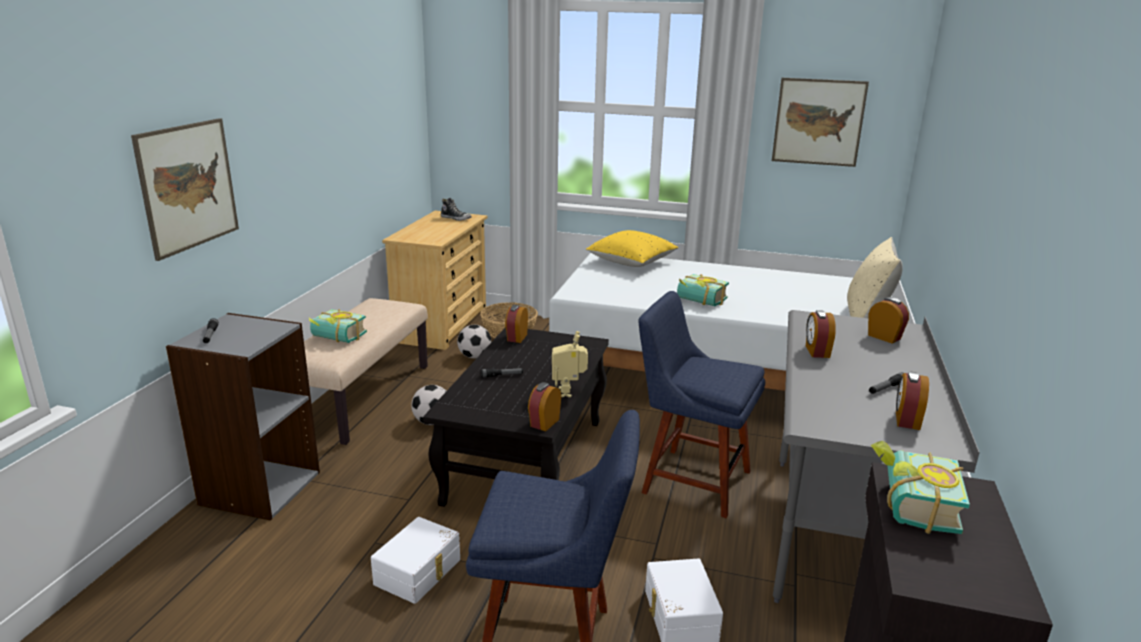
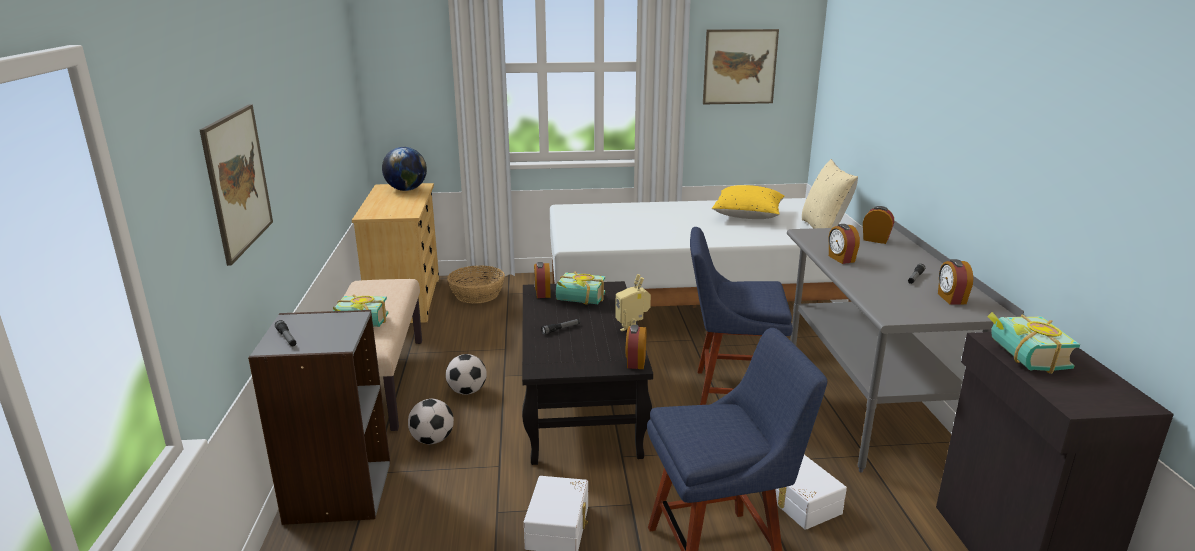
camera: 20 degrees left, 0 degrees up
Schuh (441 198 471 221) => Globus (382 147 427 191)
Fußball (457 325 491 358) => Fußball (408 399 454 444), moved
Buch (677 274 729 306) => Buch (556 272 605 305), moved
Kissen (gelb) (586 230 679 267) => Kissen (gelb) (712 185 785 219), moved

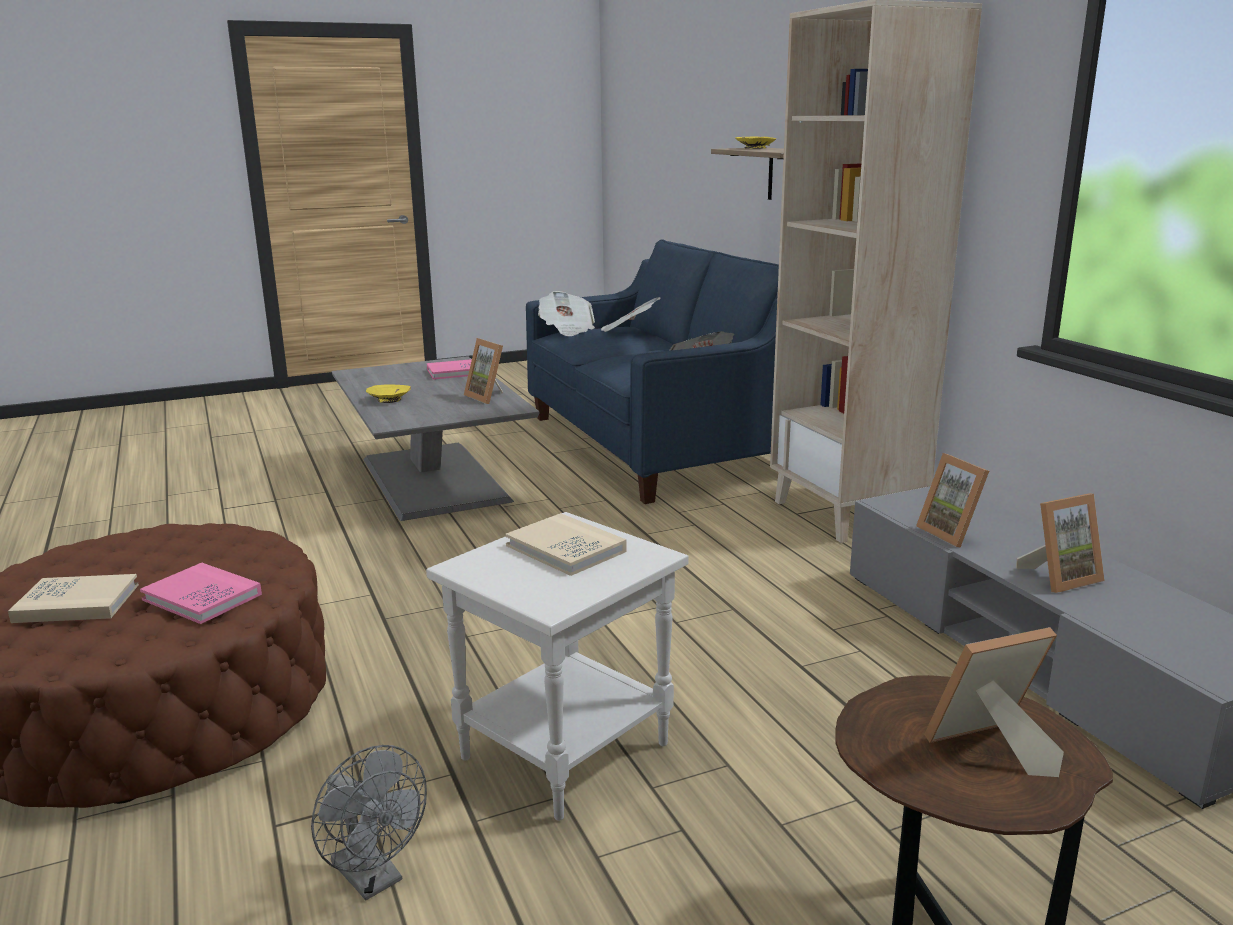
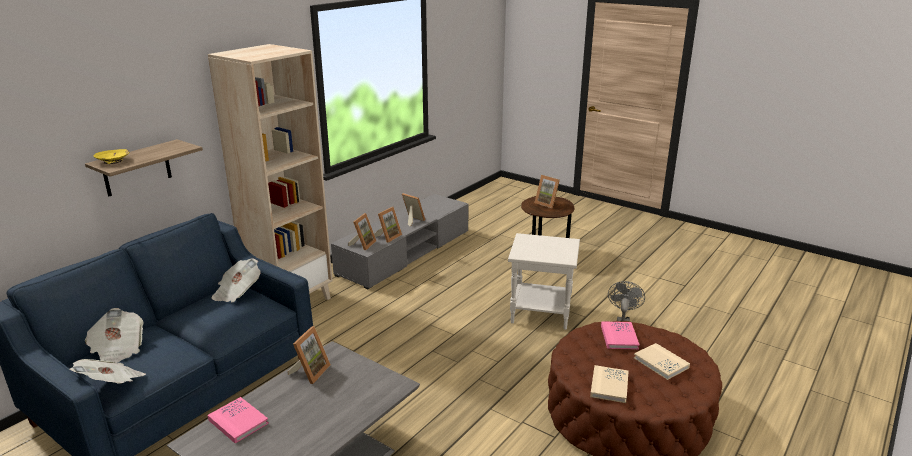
camera: 120 degrees left, 5 degrees up
nothing => Bilderrahmen (348 213 376 250)
Buch (beige) (505 513 627 576) => Buch (beige) (590 365 629 403), moved
Schüssel (gelb) (366 384 411 403) => nothing

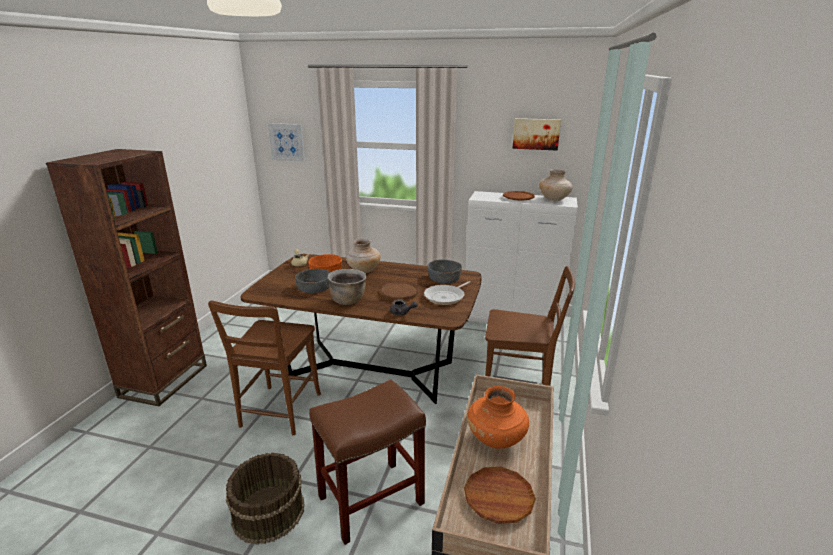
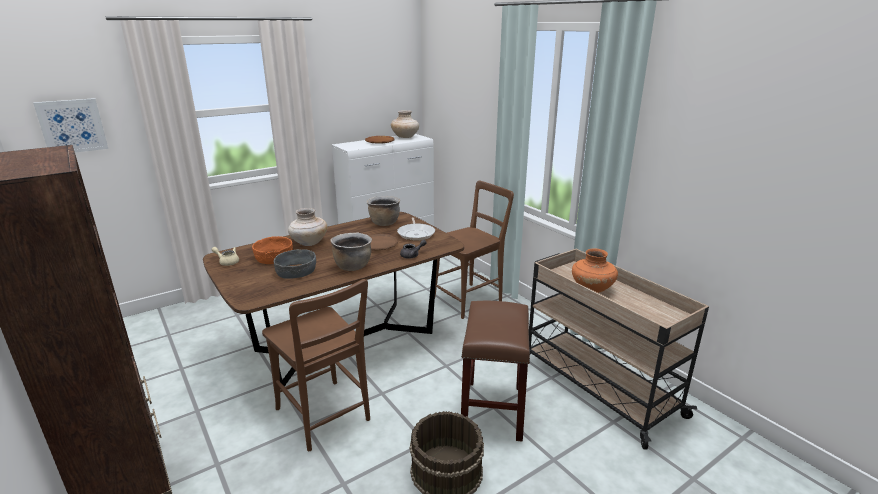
camera: 50 degrees left, 0 degrees up
Schüssel (grau) (427 260 462 283) => Kochtopf (braun) (366 196 400 226)
Teller (braun) (464 467 536 524) => nothing
Bild (512 118 561 151) => nothing

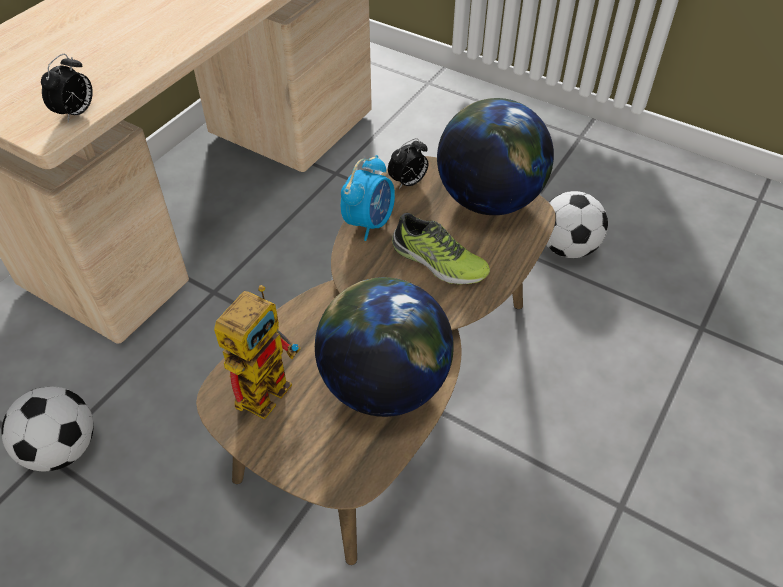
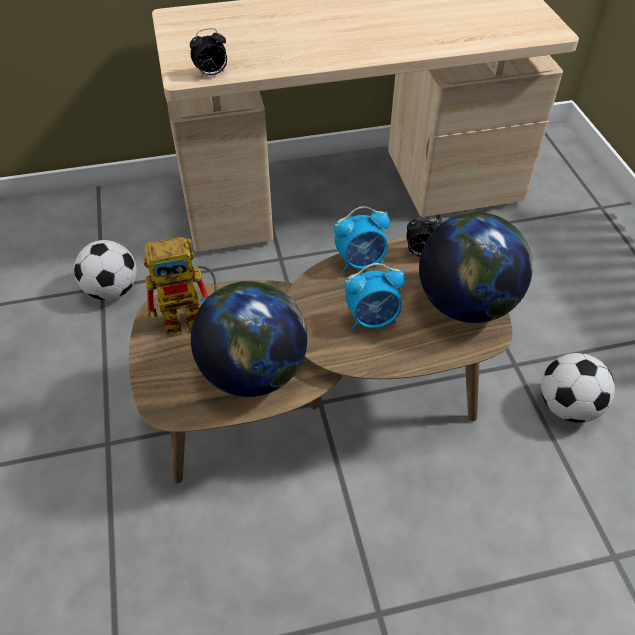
camera: 45 degrees right, 0 degrees up
Schuh (392 213 490 285) => Wecker (344 263 405 330)

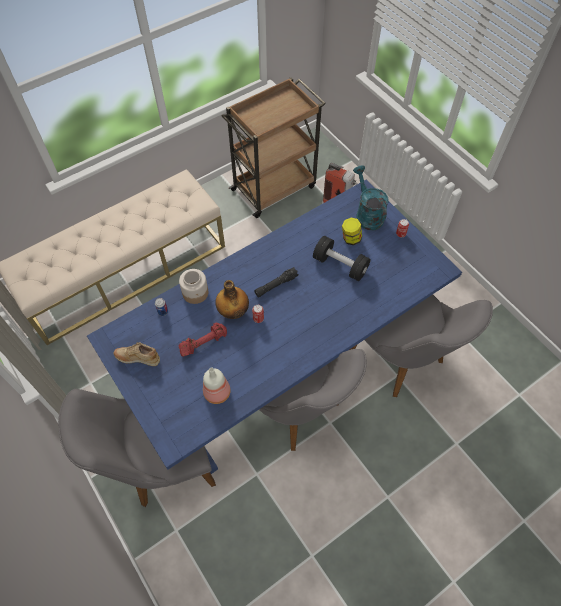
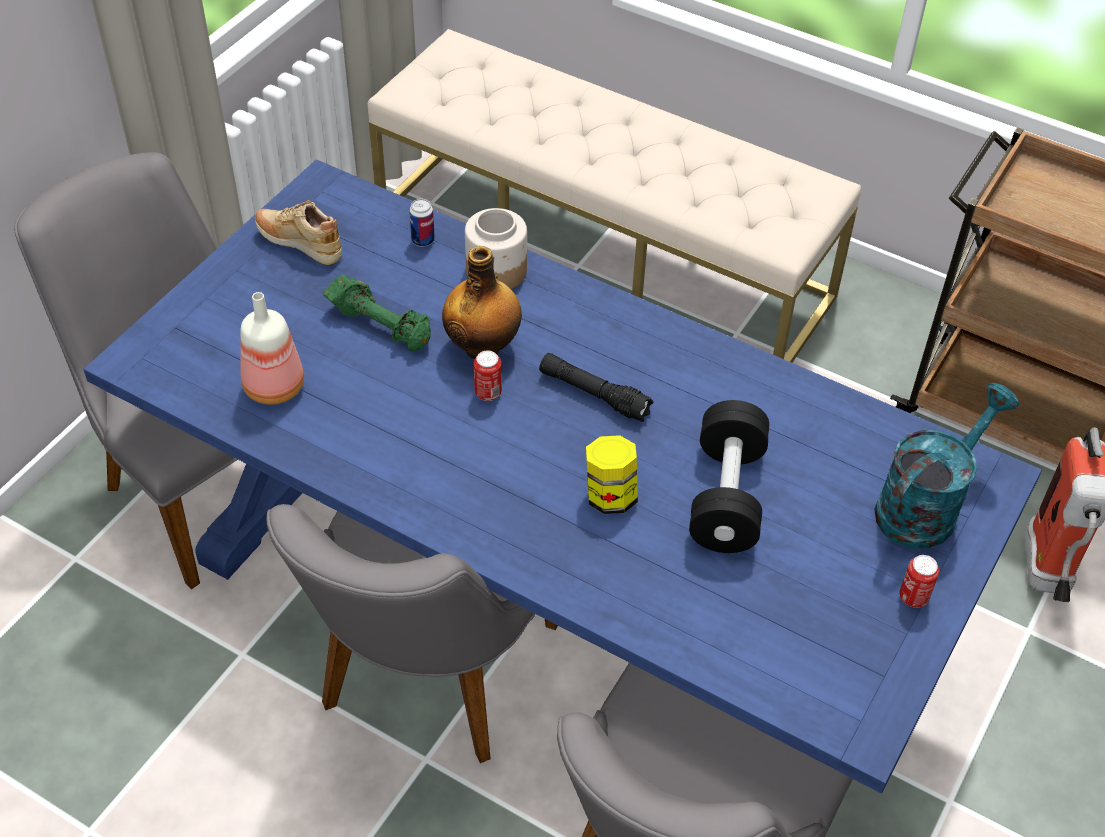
camera: 65 degrees right, 10 degrees down
Schuh (beige) (113 342 160 366) => Schuh (beige) (255 200 342 265), 45 degrees counterclockwise
Hantel (rot) (178 322 227 356) => Hantel (grün) (323 274 431 352)
Vorratsglas (342 218 362 245) => Vorratsglas (586 435 638 514), moved

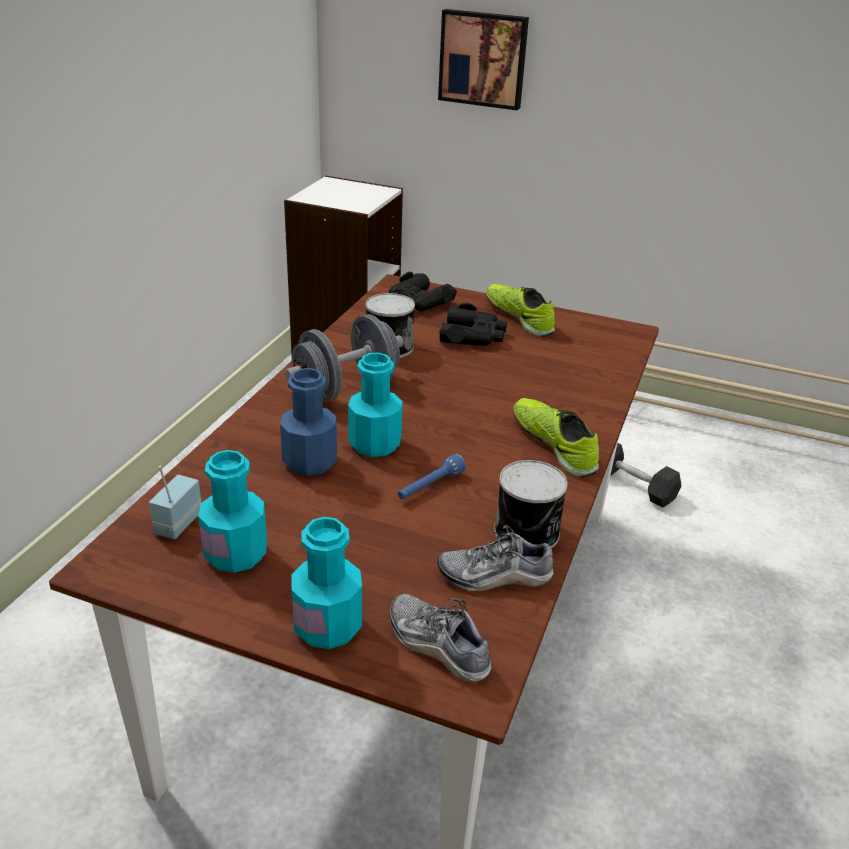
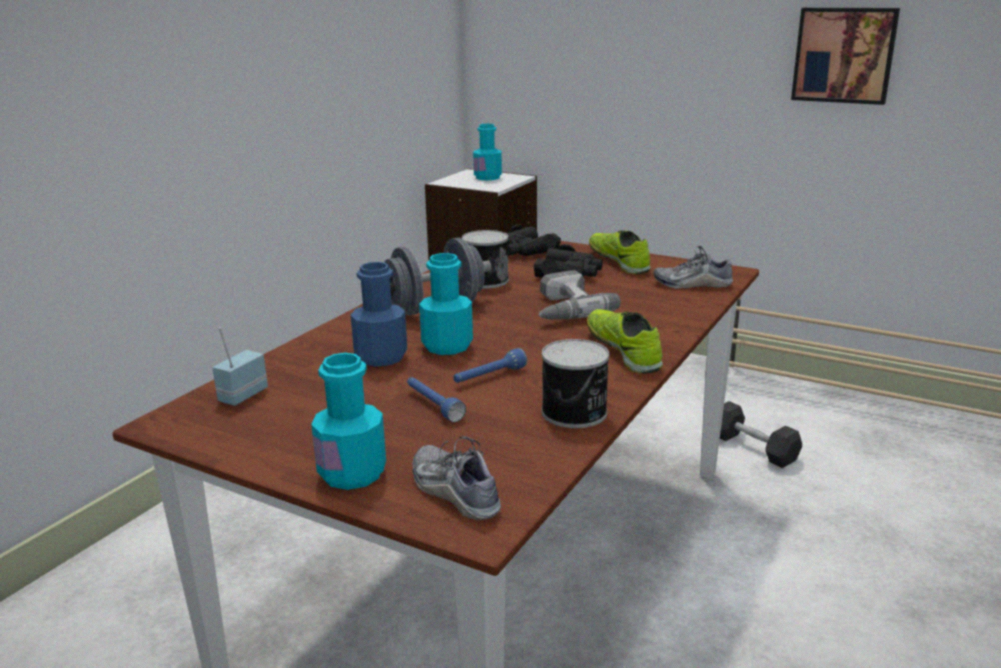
camera: 10 degrees right, 10 degrees down
nothing => Taschenlampe (blau) (407 377 466 422)
Flasche (türkis) (198 450 267 573) => Flasche (türkis) (473 124 502 181), moved
nothing => Bohrmaschine (538 270 621 320)
Schuh (437 525 554 592) => Schuh (653 246 733 289), moved
Bild (438 9 529 110) => Bild (791 8 900 105), moved

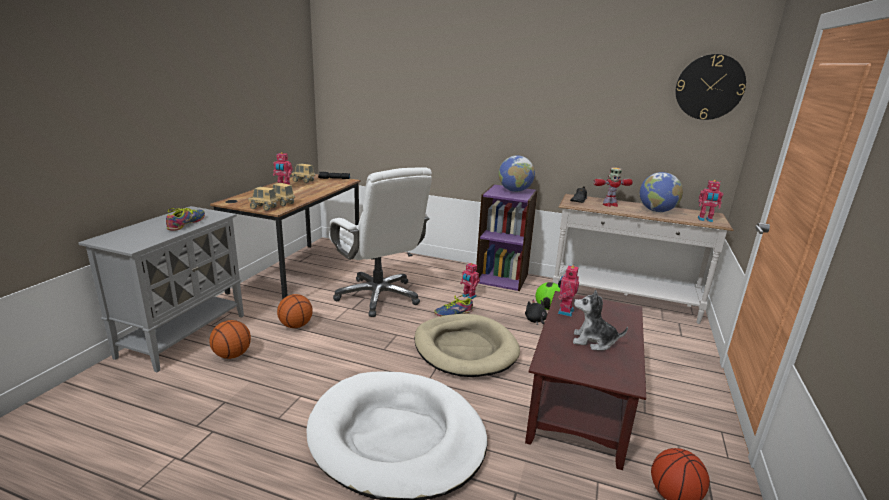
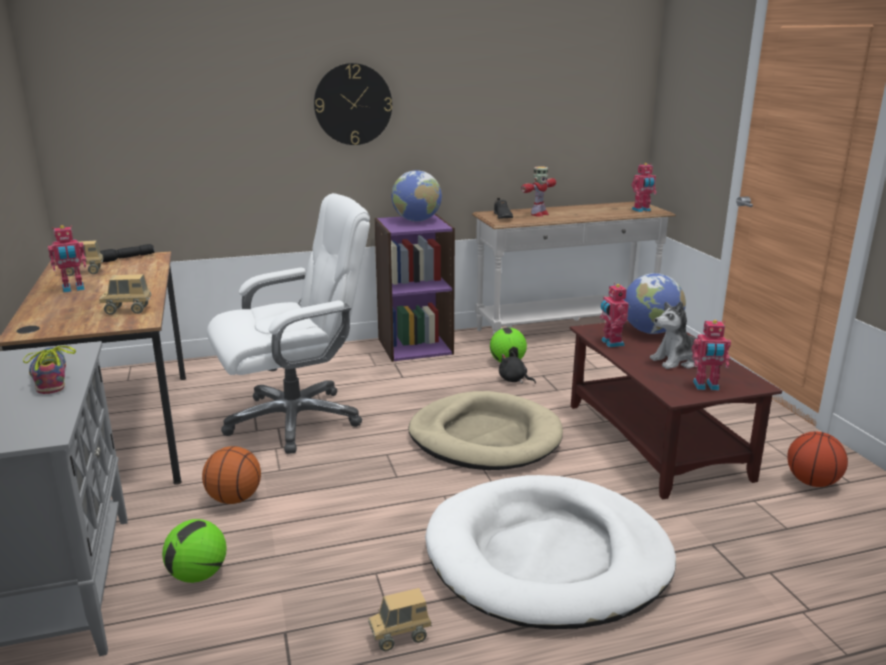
camera: 35 degrees left, 0 degrees up
Basketball (209 320 251 359) => Fußball (162 519 227 583)
Bürostuhl (weiß) (329 167 432 317) => Bürostuhl (weiß) (207 193 370 454), 45 degrees counterclockwise
Wanduhr (676 54 746 120) => Wanduhr (314 63 392 145), moved
Spielzeuglaster (248 187 278 211) => Spielzeuglaster (368 588 432 651), moved
Globus (640 172 683 212) => Globus (623 273 686 334), moved
Spielzeugroboter (460 263 480 299) => Spielzeugroboter (692 320 731 390), moved
Schuh (434 294 473 316) => nothing

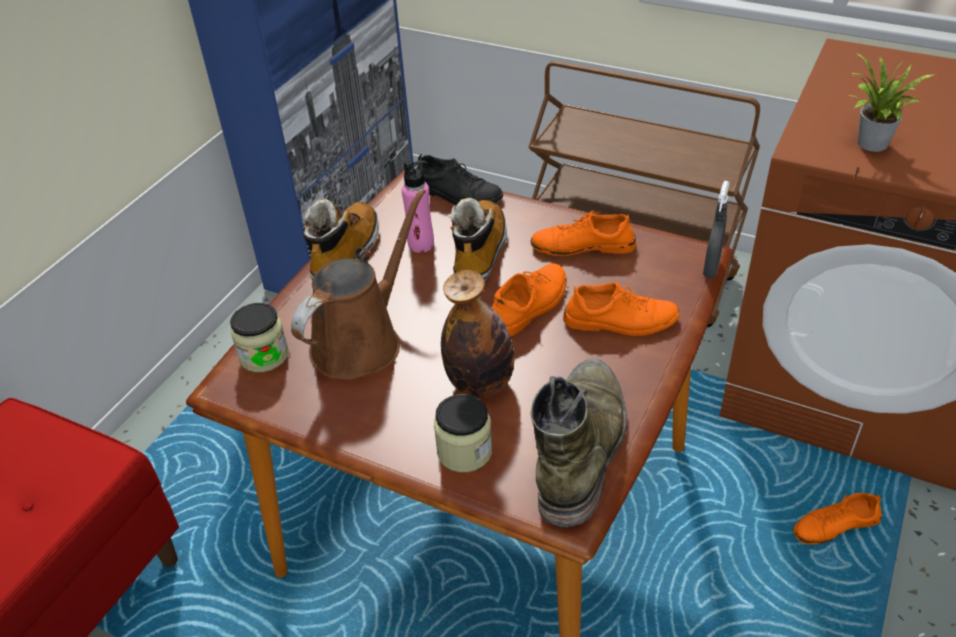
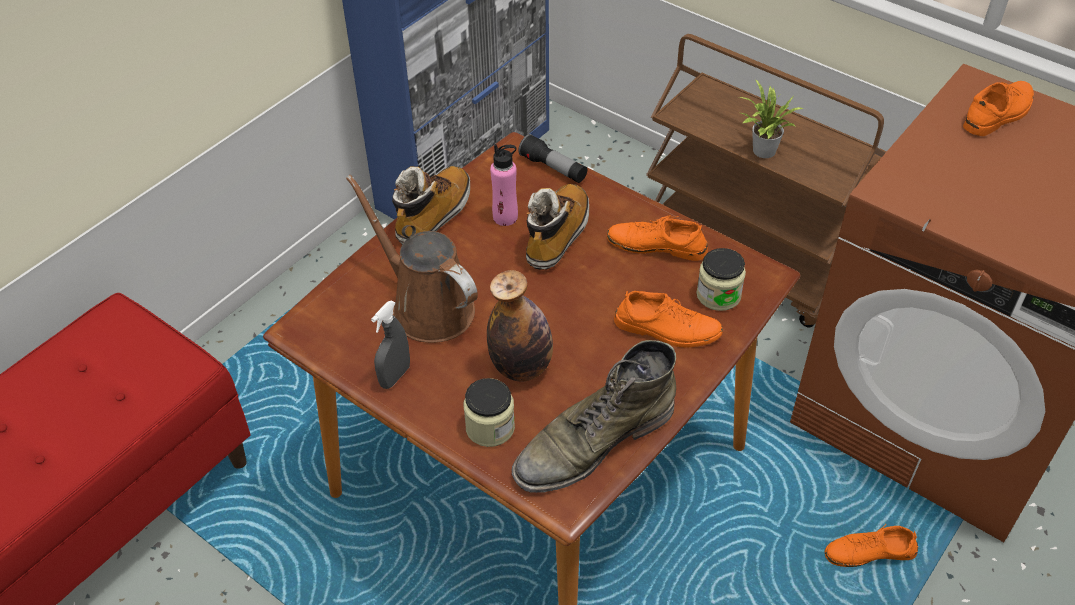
camera: 10 degrees right, 5 degrees up
Gießkanne (braun) (291 189 426 380) => Gießkanne (braun) (346 175 478 343), 90 degrees counterclockwise
Sprühflasche (grau) (703 181 730 278) => Sprühflasche (grau) (371 301 410 389), moved
Stiefel (grün) (530 359 627 527) => Stiefel (grün) (511 340 676 493), 150 degrees counterclockwise
Schuh (schwarz) (416 154 503 205) => Taschenlampe (518 134 587 183)
Vorratsglas (230 303 289 372) => Vorratsglas (696 248 746 311), moved
Topfpflanze (849 53 935 152) => Topfpflanze (739 79 804 158), moved
Schuh (orange) (492 263 567 336) => Schuh (orange) (963 81 1034 136), moved

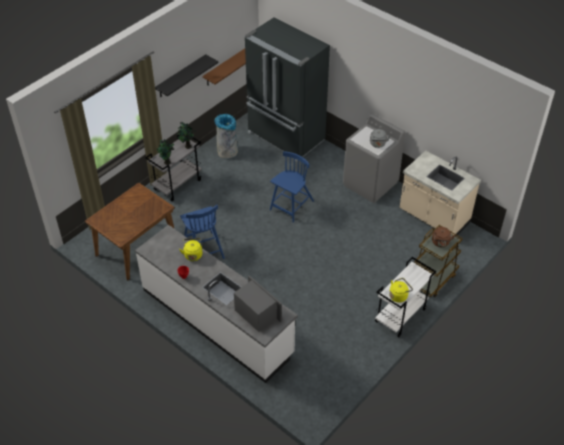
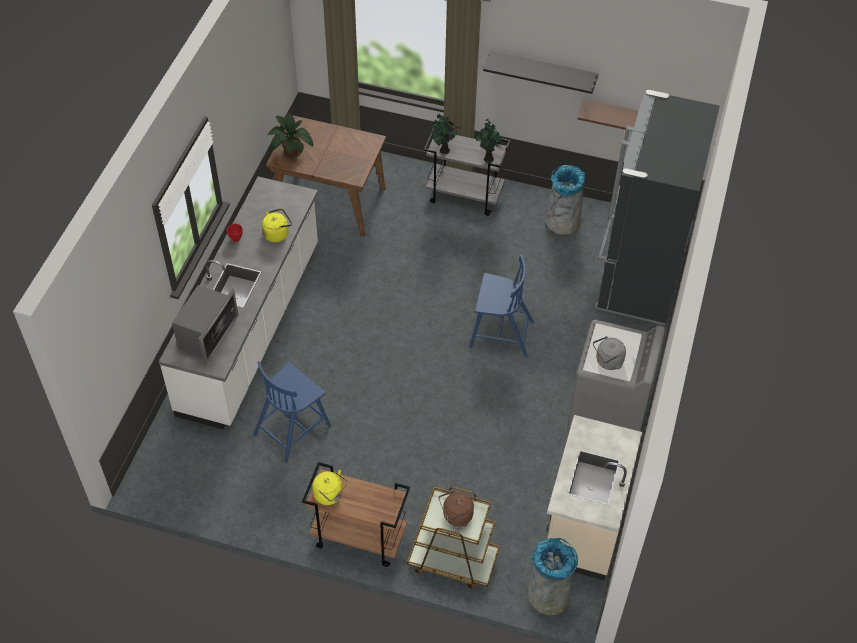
camera: 65 degrees right, 5 degrees up
Stuhl (blau) (180 205 225 259) => Stuhl (blau) (253 361 331 463), moved
nothing => Topfpflanze (268 113 314 158)
Rollwagen (weiß) (375 257 436 337) => Rollwagen (braun) (302 462 410 567)
nothing => Mülleimer (grau) (528 538 578 616)

